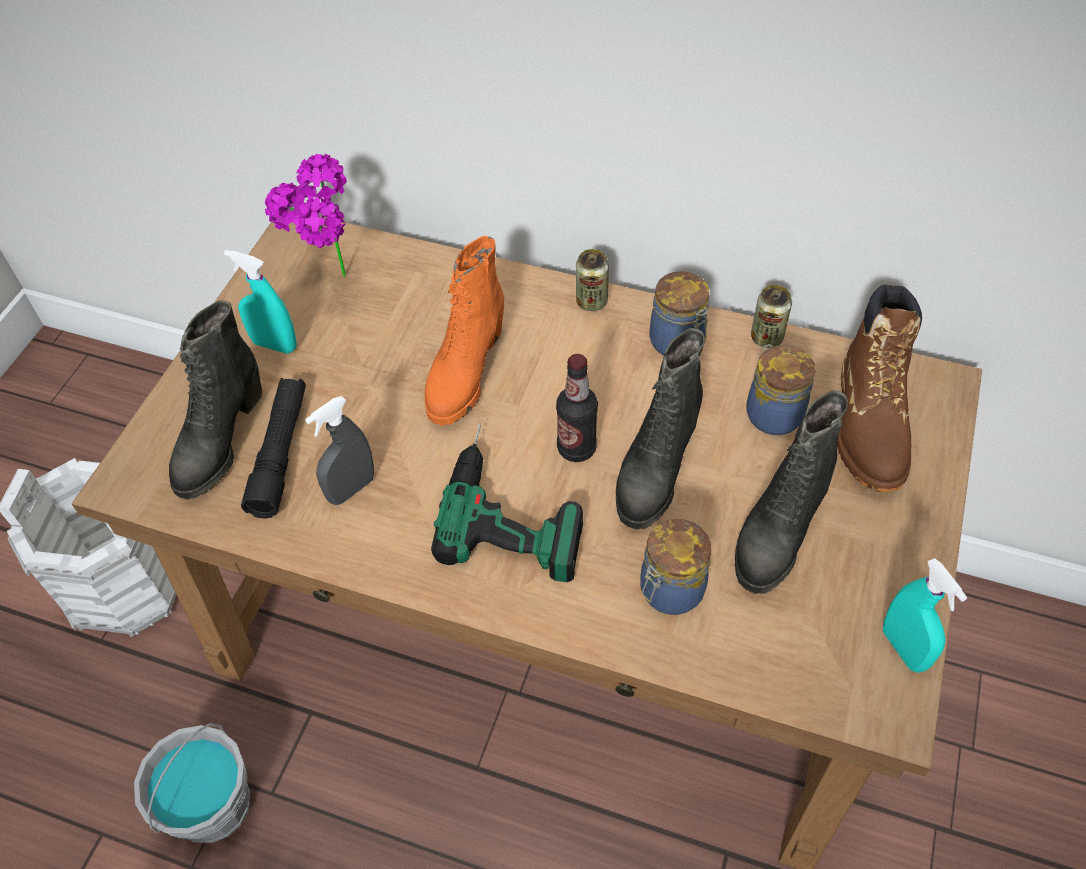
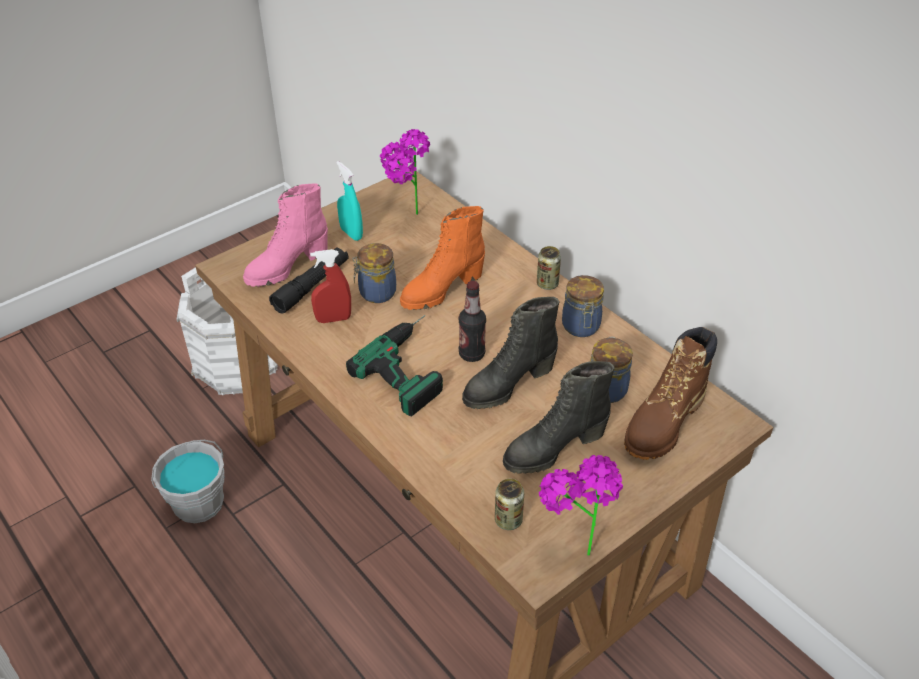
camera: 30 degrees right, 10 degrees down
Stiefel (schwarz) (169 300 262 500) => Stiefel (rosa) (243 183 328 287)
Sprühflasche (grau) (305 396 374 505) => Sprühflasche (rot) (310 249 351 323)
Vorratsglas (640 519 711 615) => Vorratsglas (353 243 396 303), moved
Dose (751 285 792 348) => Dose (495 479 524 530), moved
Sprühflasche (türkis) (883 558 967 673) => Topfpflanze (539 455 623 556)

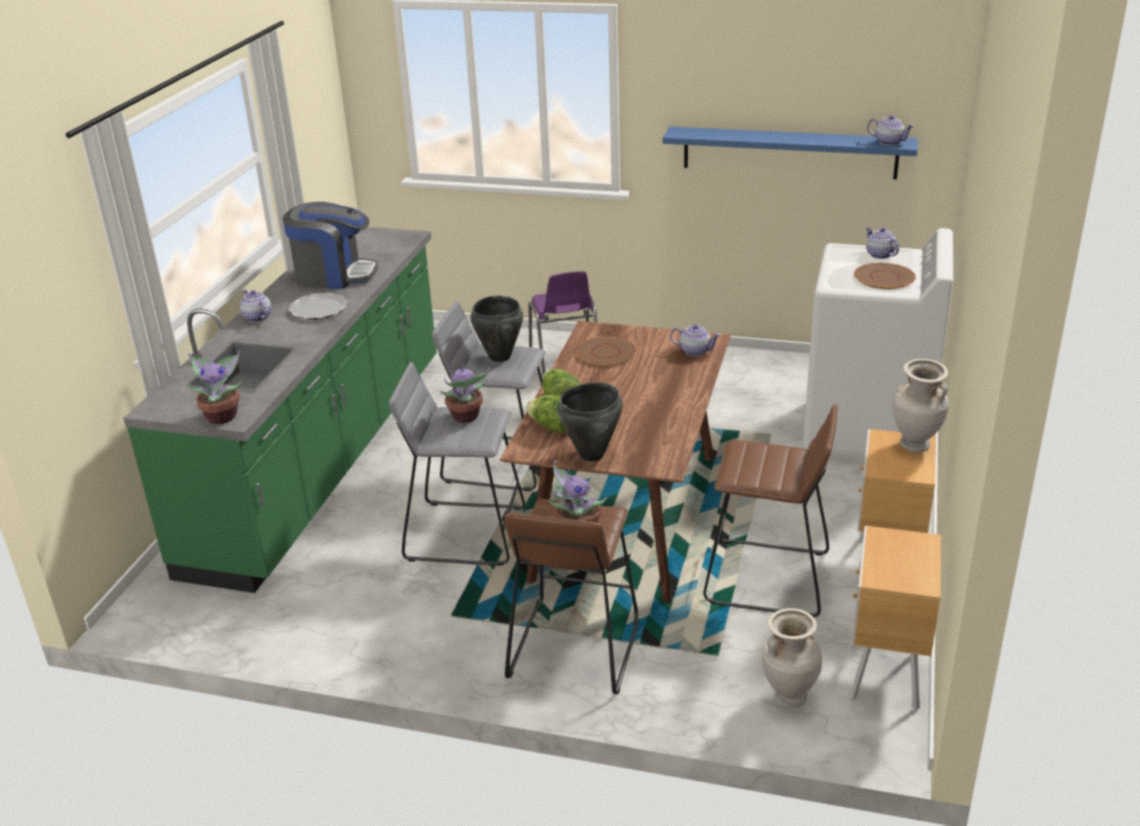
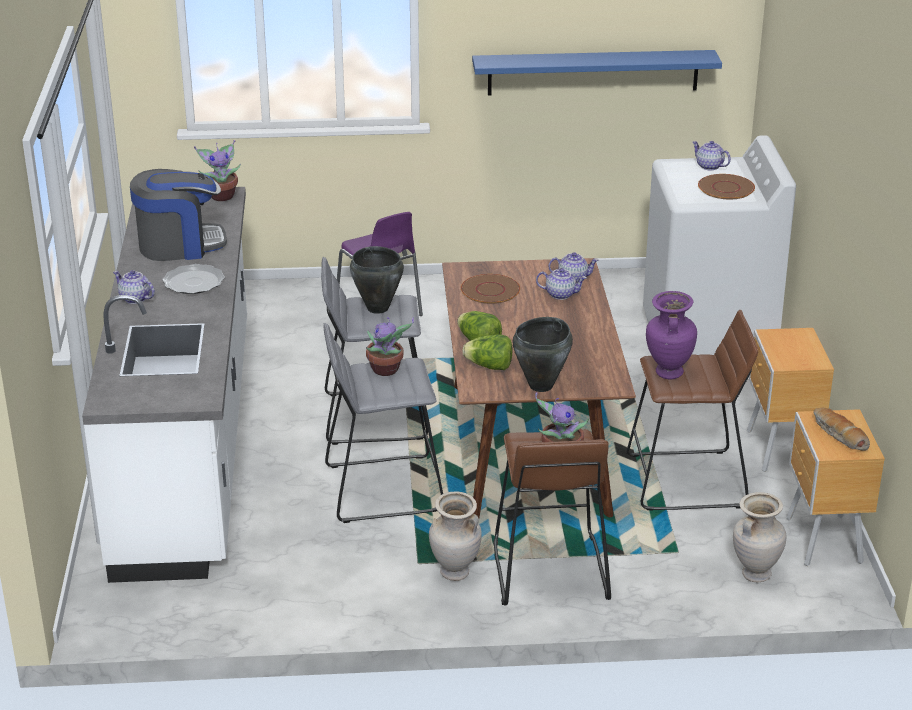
camera: 20 degrees left, 0 degrees up
Küchenzeile (grün) (123 227 437 593) => Küchenzeile (weiß) (82 187 247 583)
Topfpflanze (187 351 242 424) => Topfpflanze (194 140 241 201), moved
Vase (beige) (893 359 949 452) => Vase (beige) (429 491 482 581), moved
Teekanne (867 115 915 145) => Teekanne (536 268 587 300), moved
nothing => Vase (lila) (646 291 697 379)
nothing => Brot (814 408 870 451)

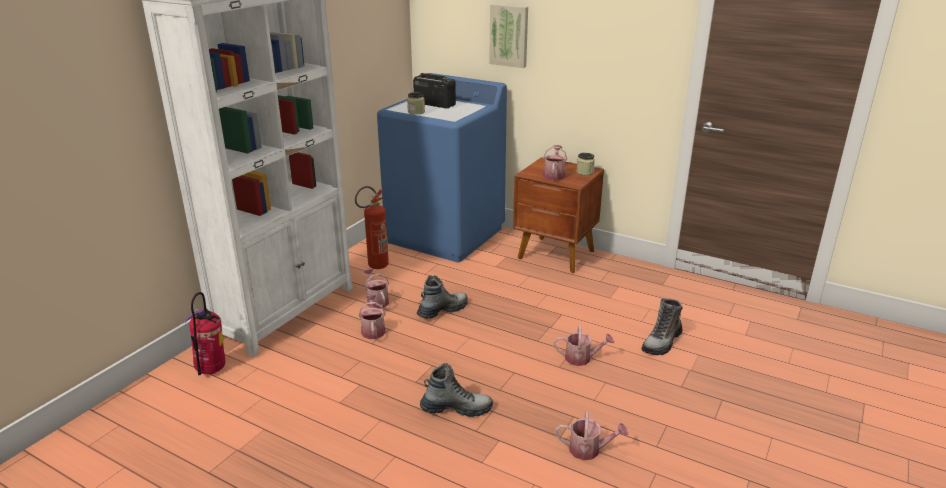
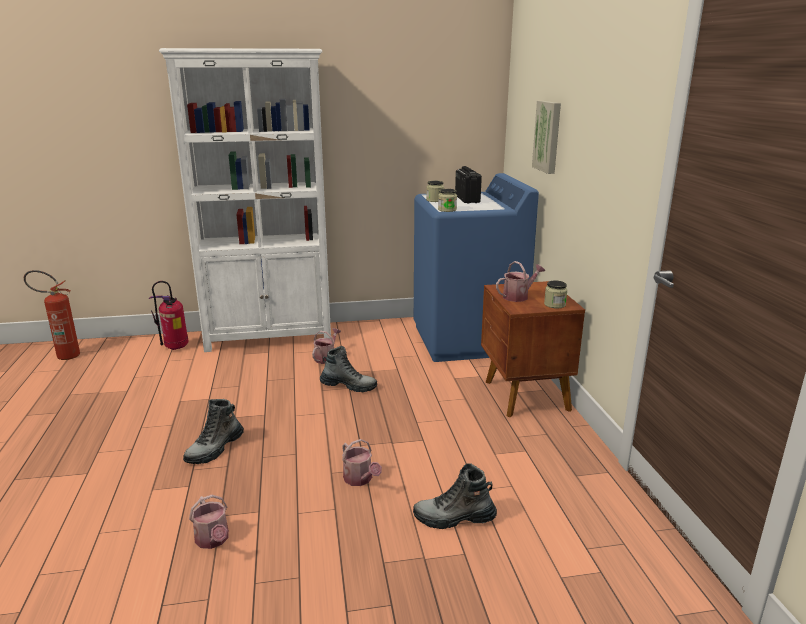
camera: 50 degrees right, 5 degrees down
Feuerlöscher (355 186 389 269) => Feuerlöscher (24 270 80 360), moved
Stiefel (420 363 493 417) => Stiefel (183 399 244 464), 75 degrees clockwise
nothing => Vorratsglas (438 189 457 212)
Gießkanne (358 295 386 339) => nothing

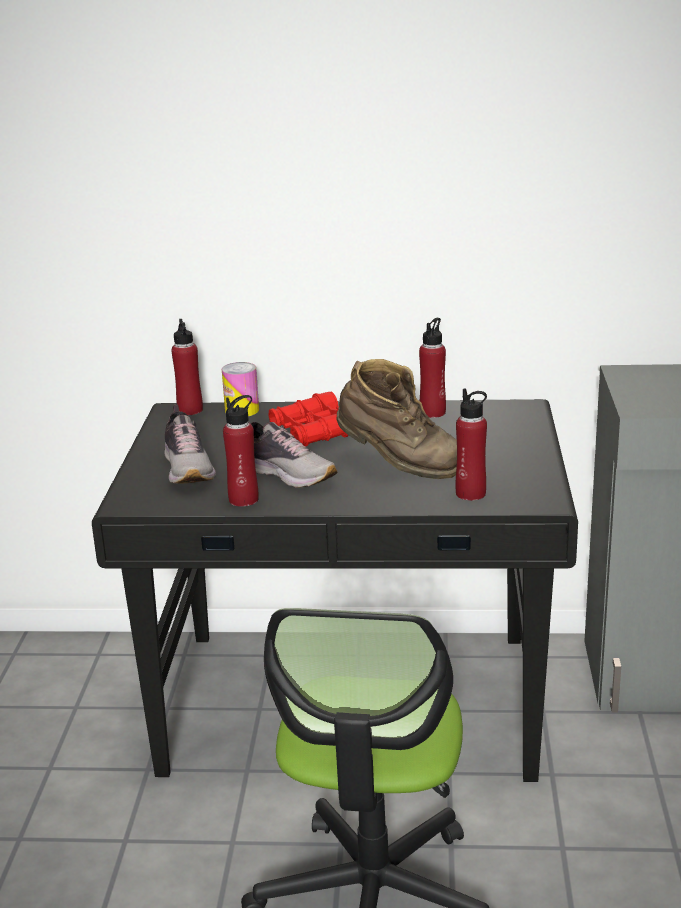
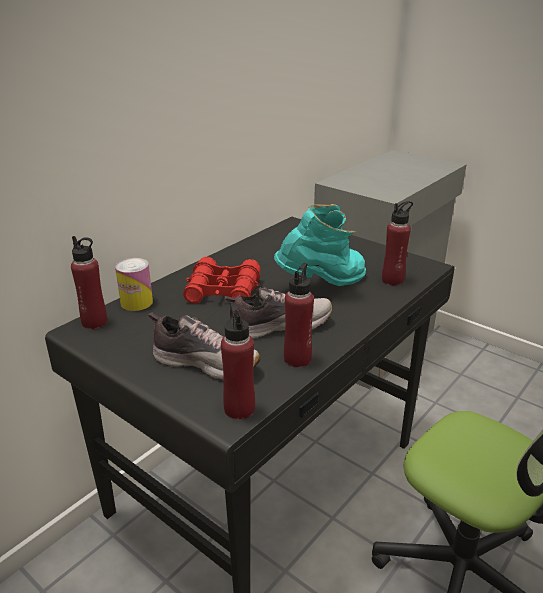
camera: 55 degrees left, 5 degrees up
Flasche (rot) (419 318 446 418) => Flasche (rot) (221 303 255 420), moved
Stiefel (braun) (337 359 457 479) => Stiefel (türkis) (274 204 366 286)

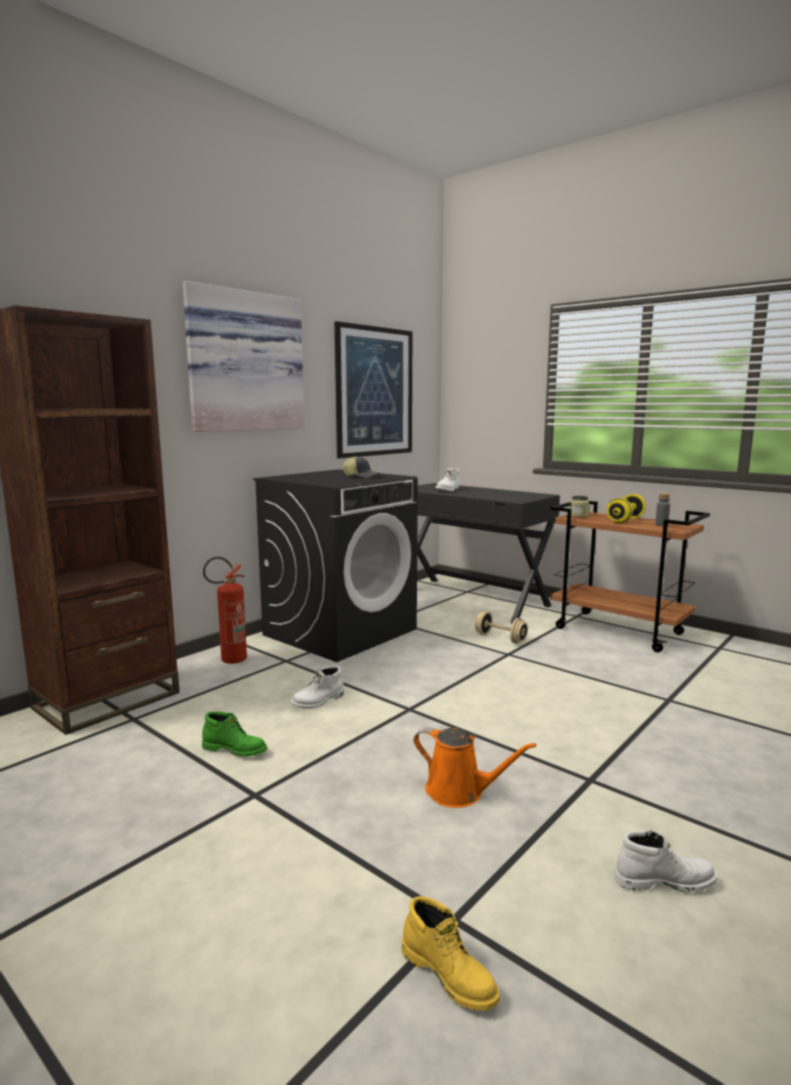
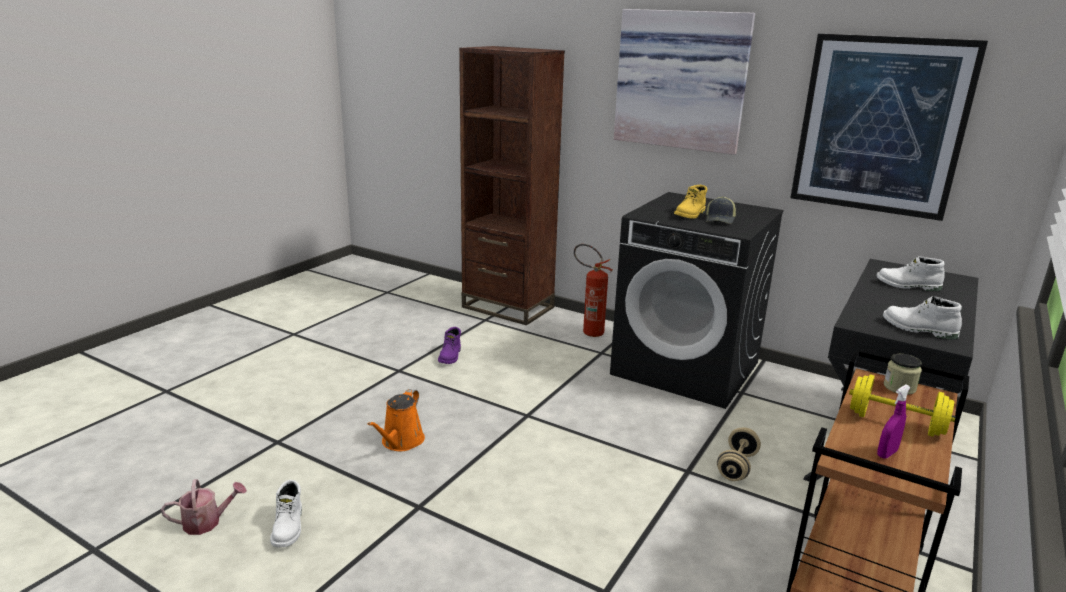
camera: 80 degrees right, 10 degrees up
nothing => Gießkanne (161 479 247 535)
Stiefel (grün) (202 711 267 757) => Stiefel (lila) (438 327 461 364)
Stiefel (gelb) (402 896 500 1011) => Stiefel (gelb) (674 185 707 219), moved
Flasche (grau) (655 494 670 526) => Sprühflasche (lila) (877 385 911 458)
Stiefel (weiß) (290 665 344 709) => Stiefel (weiß) (883 297 962 340), moved

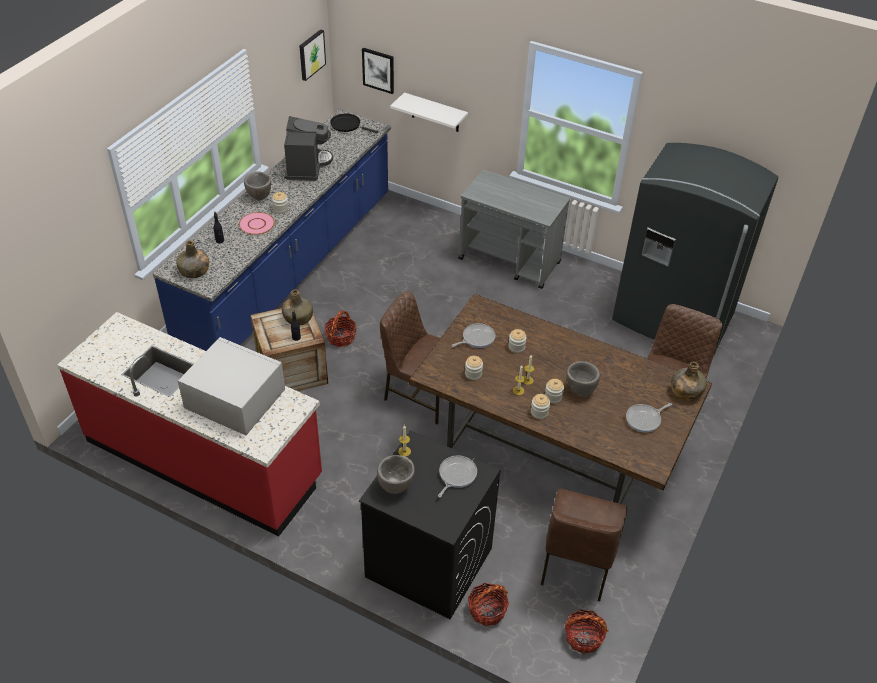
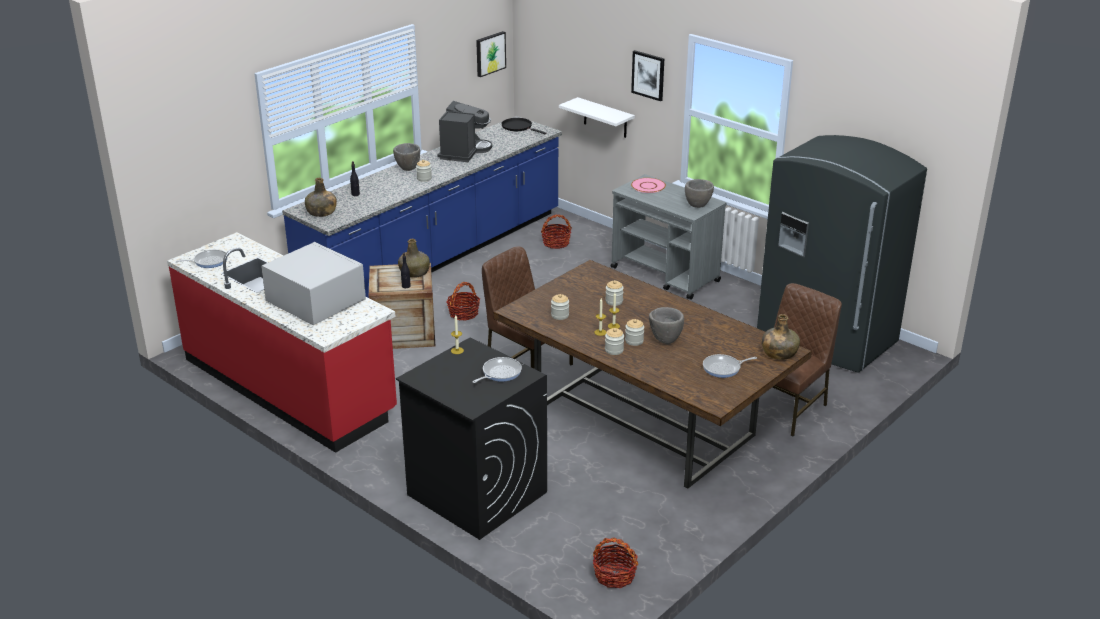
camera: 15 degrees right, 15 degrees down
Pfanne (451 323 495 348) => Pfanne (176 250 227 268), moved
Korb (468 583 509 626) => Korb (541 214 572 249), moved
Bild (362 48 394 94) => Bild (631 50 664 101), moved
Teller (rosa) (239 212 275 235) => Teller (rosa) (631 178 666 193), moved
Schüssel (grau) (377 455 415 494) => Schüssel (grau) (685 179 714 208), moved
Stuhl (braun) (541 489 627 601) => nothing

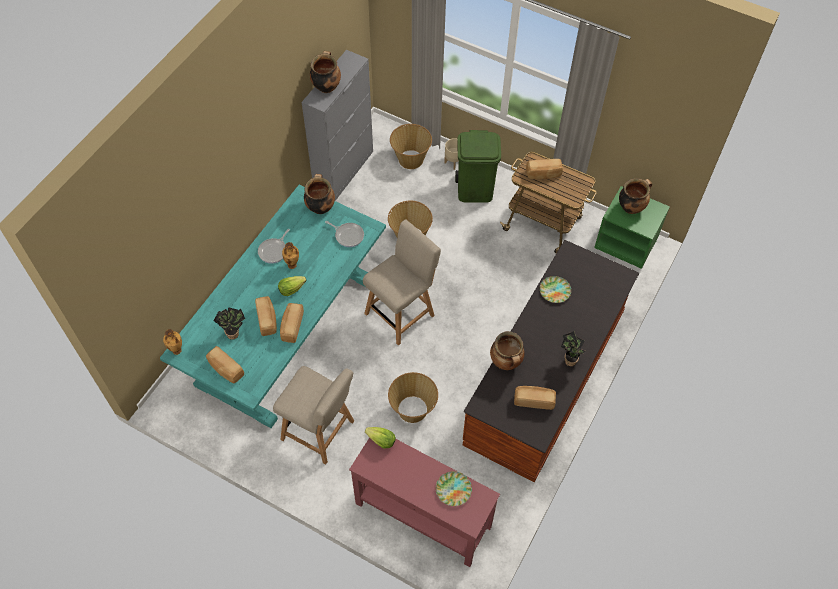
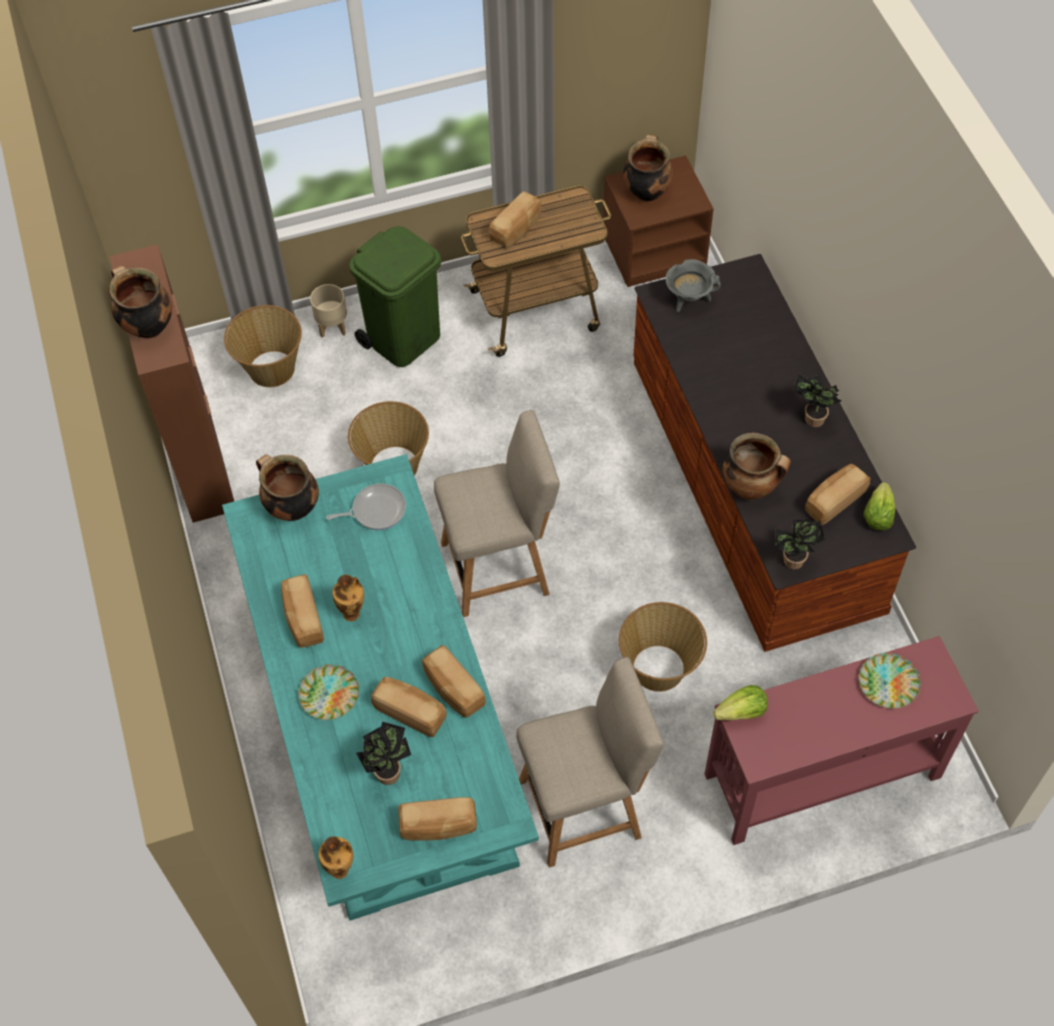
camera: 45 degrees left, 0 degrees up
Schrank (grau) (301 50 373 201) => Schrank (braun) (109 244 234 523)
Pfanne (258 229 290 264) => Brot (281 574 324 648)
Teller (540 276 571 303) => Teller (298 664 359 720), moved
Stuhl (beige) (363 219 441 346) => Stuhl (beige) (434 410 560 617), 75 degrees clockwise
Nachttisch (grün) (594 186 670 269) => Nachttisch (braun) (603 155 714 287)
nothing => Kochtopf (grau) (666 259 721 312)
nothing => Topfpflanze (775 517 825 570)
Salatkopf (278 276 306 296) => Salatkopf (864 482 895 530), moved

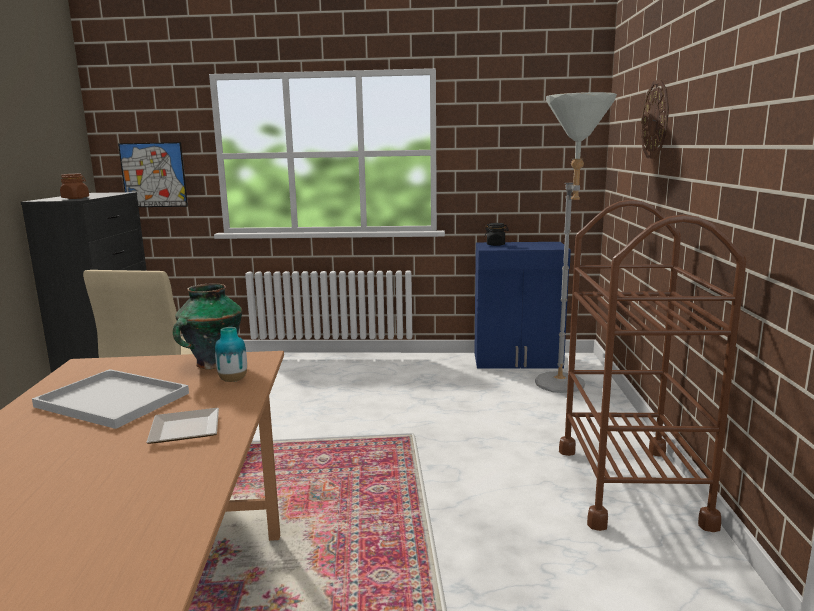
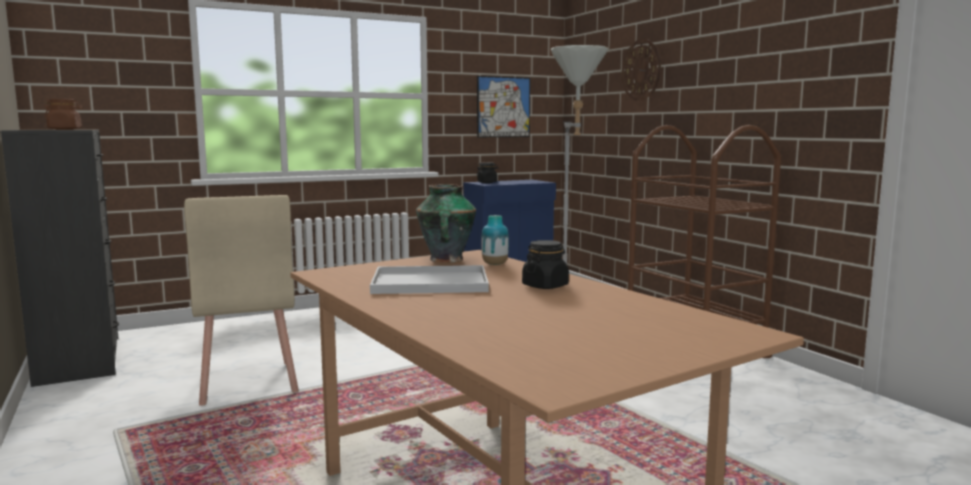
camera: 30 degrees left, 5 degrees down
Bild (118 142 188 207) => Bild (477 76 530 137), moved
Teller (146 408 219 444) => Vorratsglas (schwarz) (522 240 569 289)

